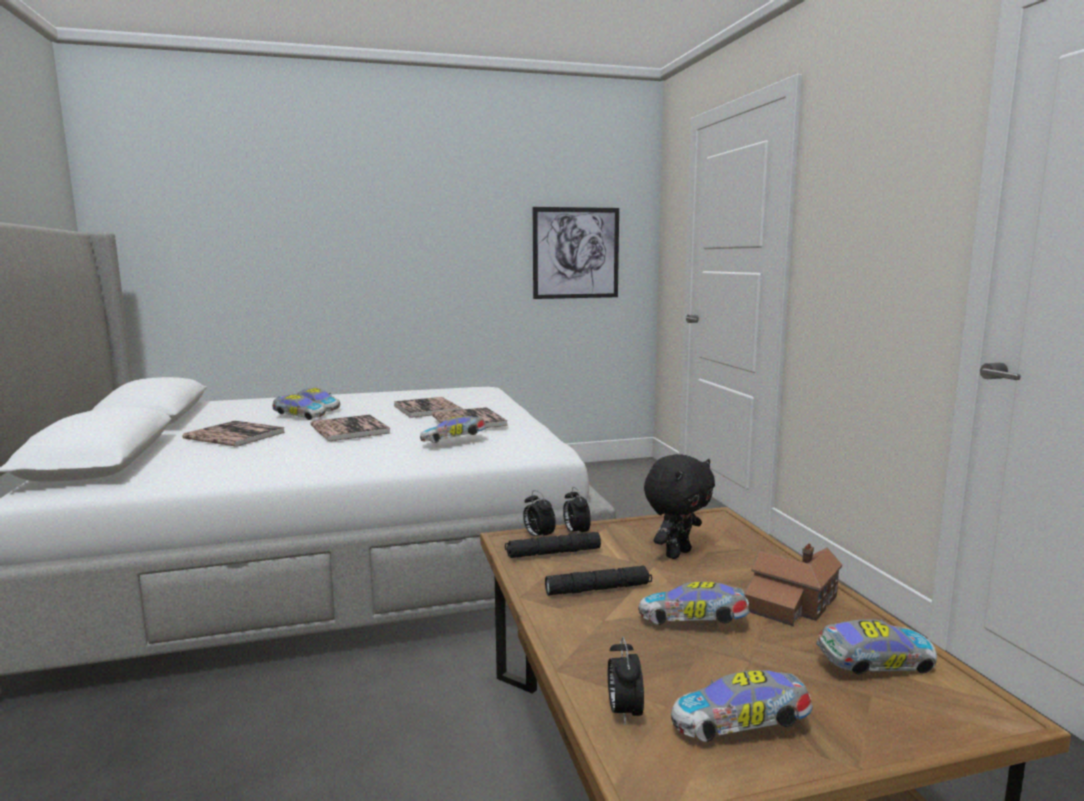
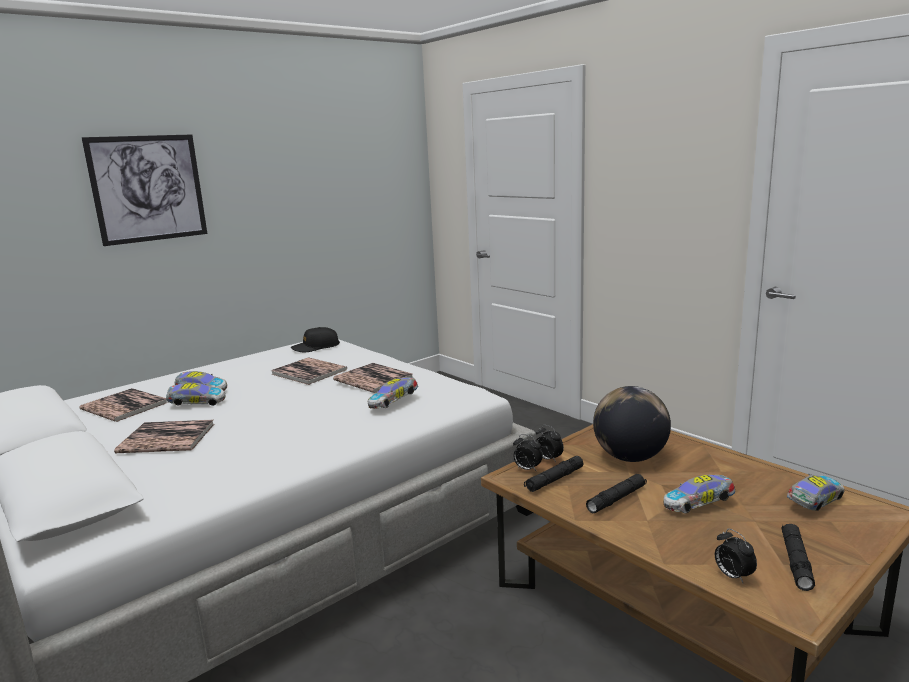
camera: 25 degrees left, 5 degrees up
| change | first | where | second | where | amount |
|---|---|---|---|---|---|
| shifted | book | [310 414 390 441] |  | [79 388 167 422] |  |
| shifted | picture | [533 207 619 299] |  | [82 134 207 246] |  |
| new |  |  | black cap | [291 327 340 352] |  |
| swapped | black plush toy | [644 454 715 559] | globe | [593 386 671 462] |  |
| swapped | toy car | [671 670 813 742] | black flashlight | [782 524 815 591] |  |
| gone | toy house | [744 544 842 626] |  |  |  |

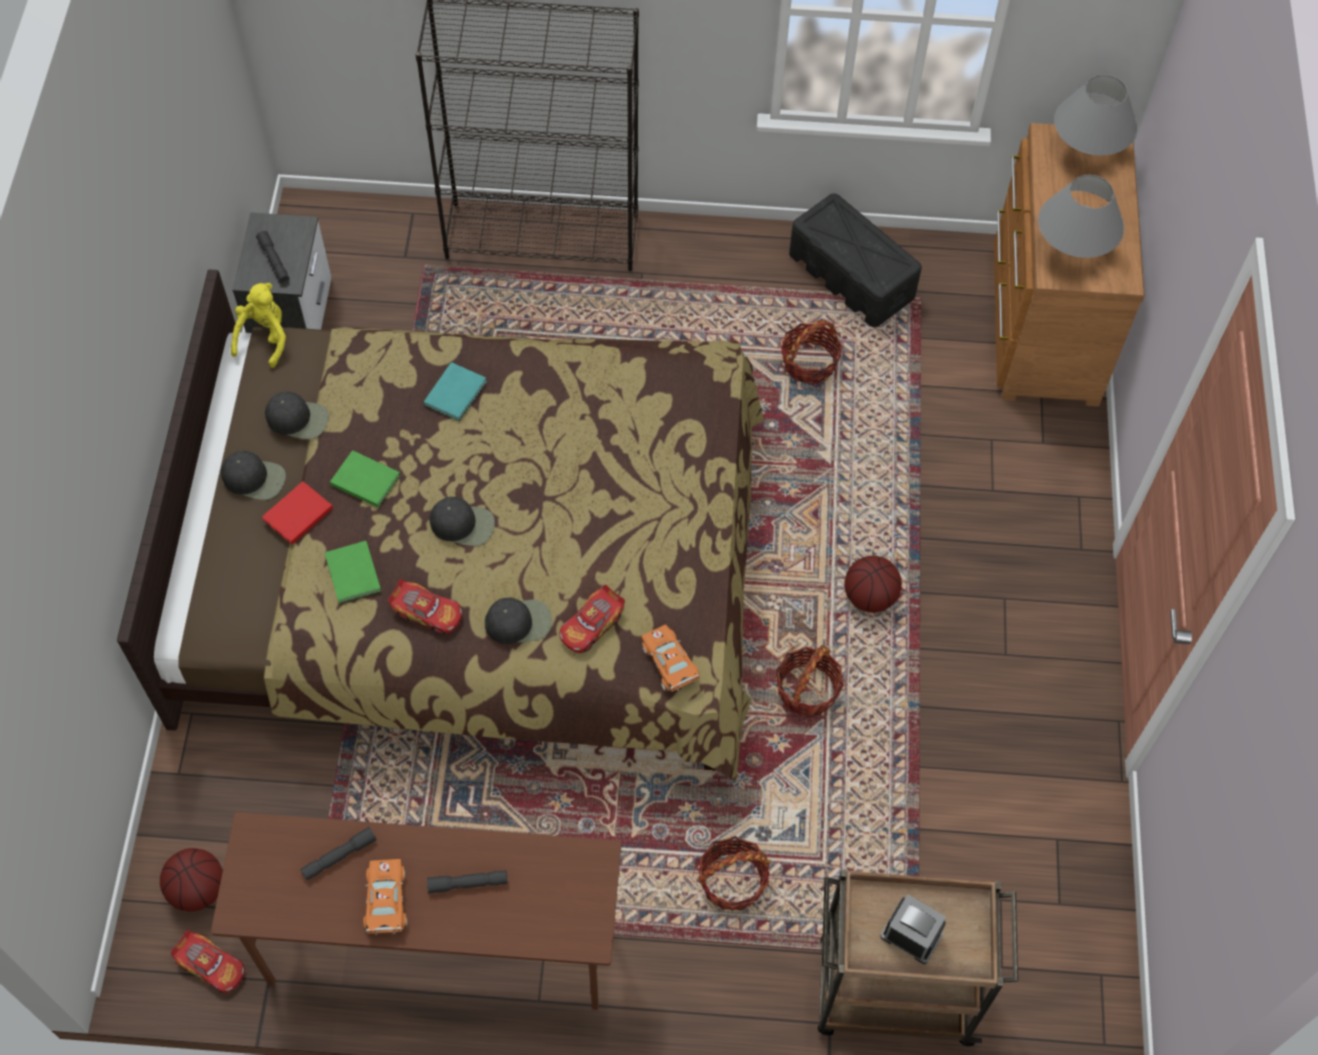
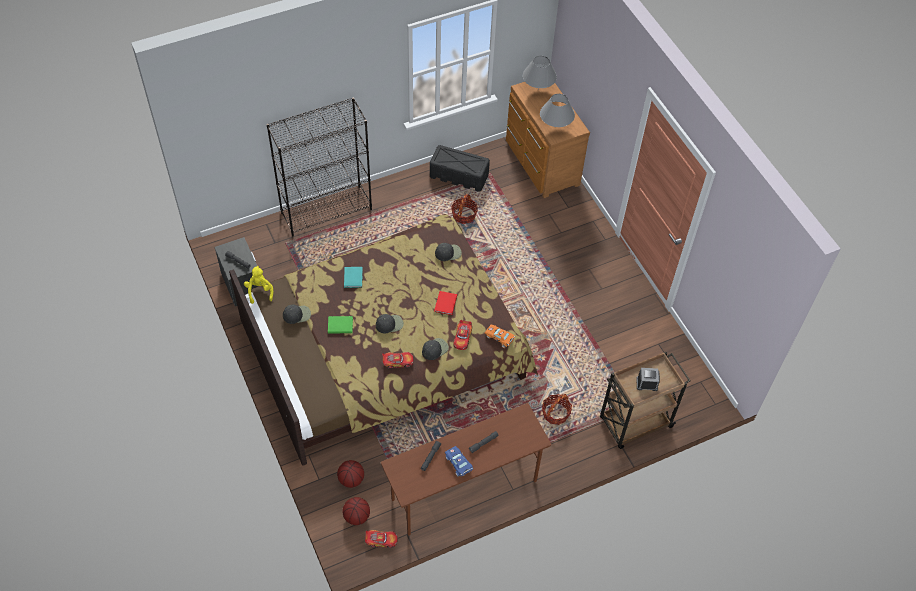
camera: 30 degrees left, 5 degrees down
| change | first | where | second | where | amount |
|---|---|---|---|---|---|
| shifted | basketball | [844 556 902 613] |  | [337 460 364 488] |  |
| shifted | red book | [262 481 333 545] |  | [434 291 457 315] |  |
| shifted | black cap | [221 451 286 500] |  | [435 243 462 261] |  |
| repainted | orange toy car | [363 859 407 935] | blue toy car | [445 446 473 477] |  |
| gone | green book | [324 541 381 604] |  |  |  |
| gone | basket | [776 645 844 716] |  |  |  |

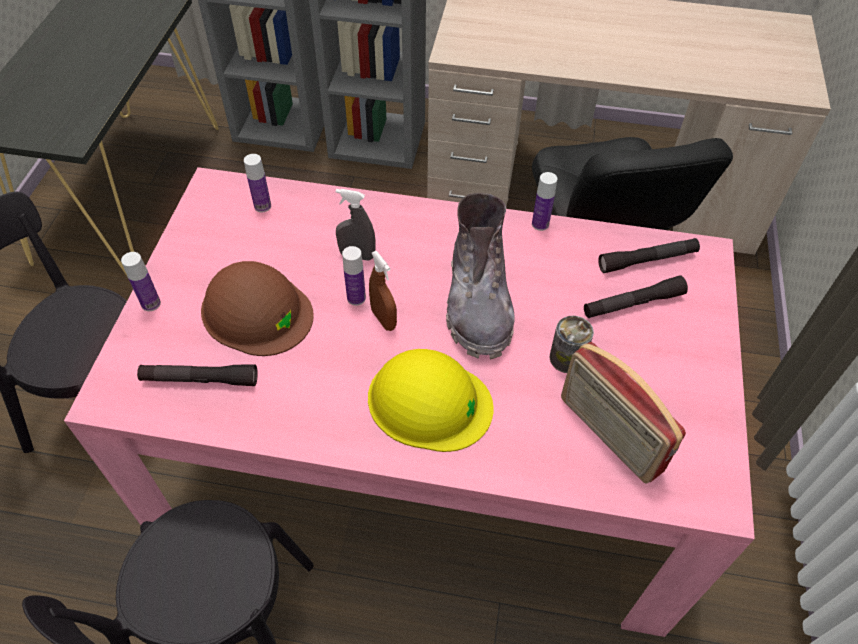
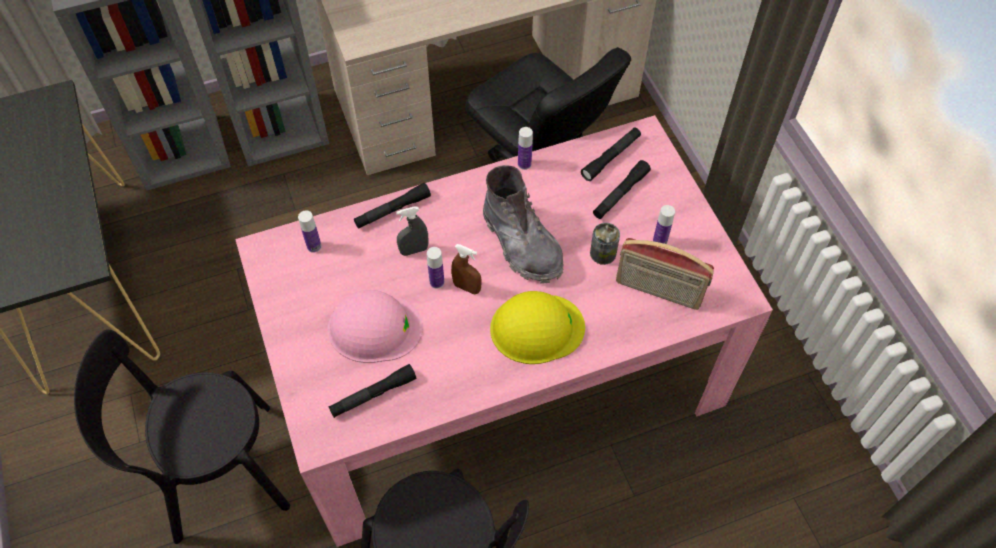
camera: 30 degrees left, 5 degrees up
| change | first | where | second | where | amount |
|---|---|---|---|---|---|
| repainted | brown hard hat | [201 261 314 356] | pink hard hat | [328 290 423 363] |  |
| new |  |  | black flashlight | [354 183 431 229] |  |
| shifted | bottle | [121 252 161 311] |  | [653 205 675 244] |  |

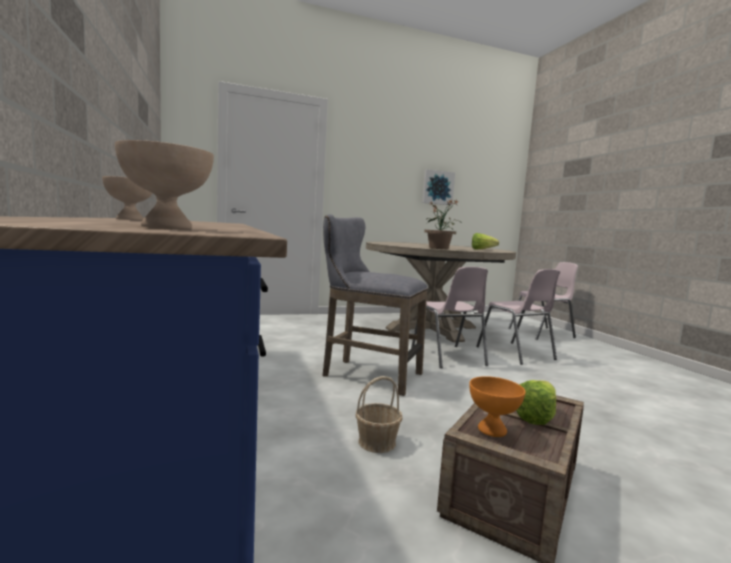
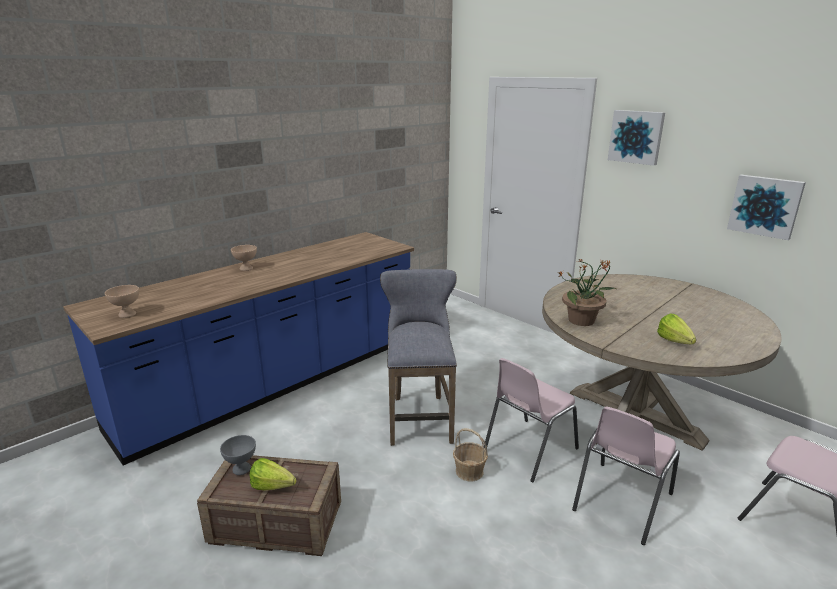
camera: 65 degrees right, 15 degrees up
| change | first | where | second | where | amount |
|---|---|---|---|---|---|
| repainted | orange bowl | [469 376 525 437] | grey bowl | [220 435 256 475] |  |
| shifted | basket | [355 376 403 453] |  | [453 428 488 481] |  |
| new |  |  | picture | [608 110 665 166] |  |

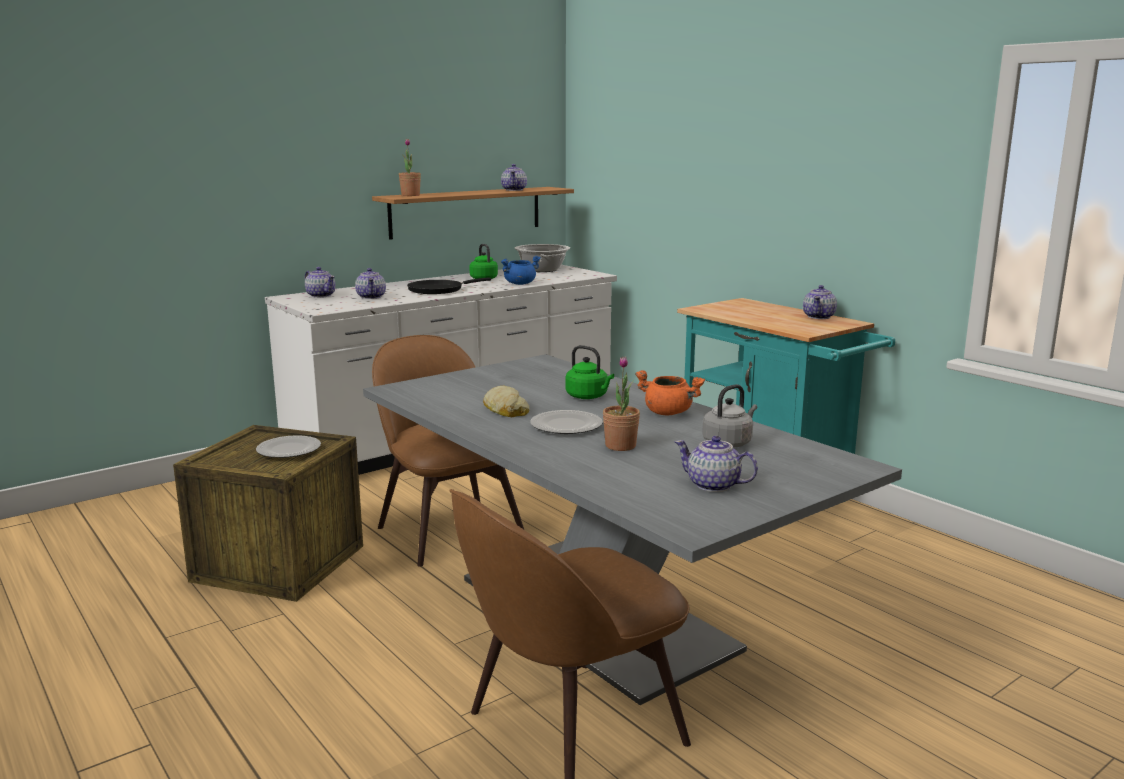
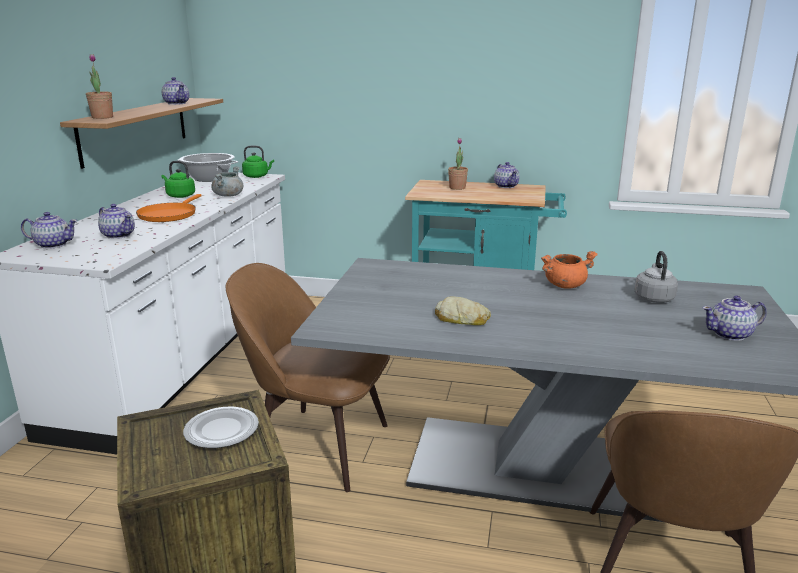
camera: 40 degrees left, 5 degrees up
| change | first | where | second | where | amount |
|---|---|---|---|---|---|
| repainted | black frying pan | [407 277 491 294] | orange frying pan | [136 194 202 222] |  |
| repainted | blue cooking pot | [501 256 541 285] | grey cooking pot | [211 166 243 197] |  |
| shifted | green kettle | [565 345 614 399] |  | [242 146 274 178] |  |
| shifted | potted plant | [603 356 640 451] |  | [448 138 468 190] |  |
| gone | plate | [530 410 603 434] |  |  |  |

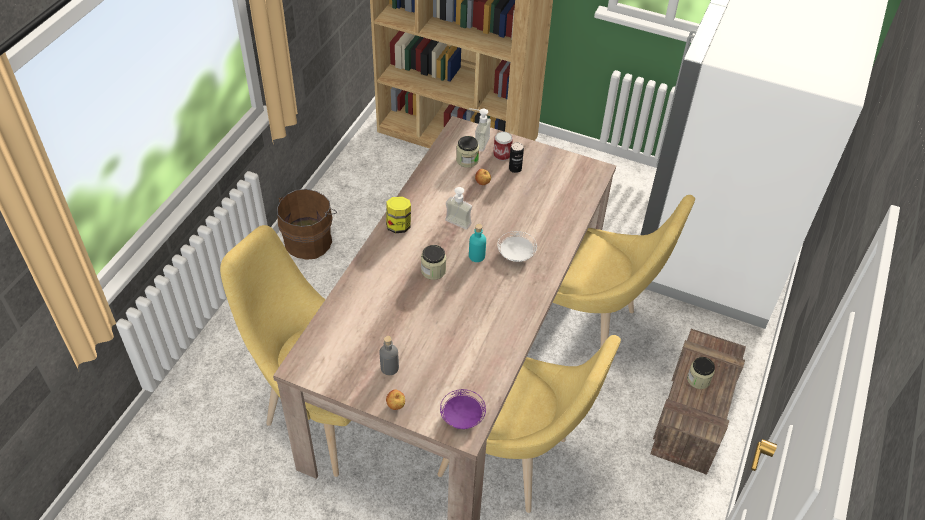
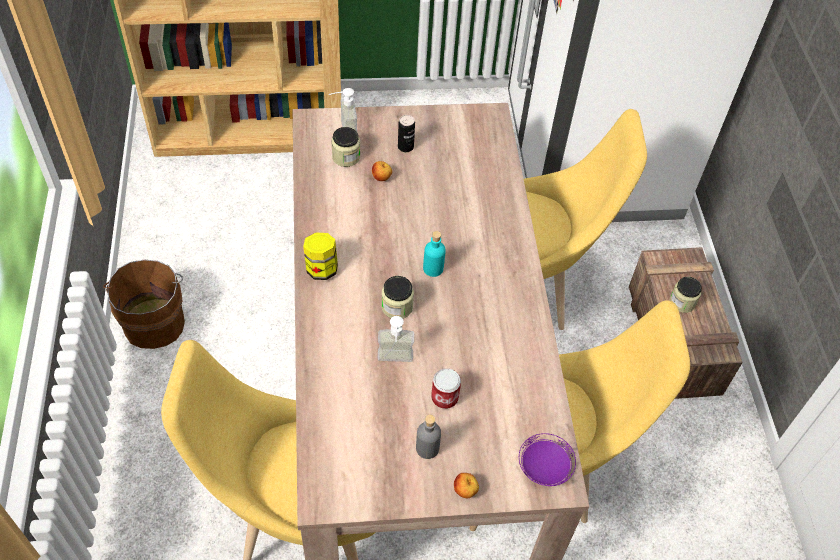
camera: 30 degrees left, 5 degrees up
| change | first | where | second | where | amount |
|---|---|---|---|---|---|
| shifted | soap dispenser | [445 187 472 230] |  | [378 316 414 362] |  |
| shifted | can | [493 132 513 161] |  | [431 368 461 409] |  |
| gone | white plate | [497 231 537 262] |  |  |  |

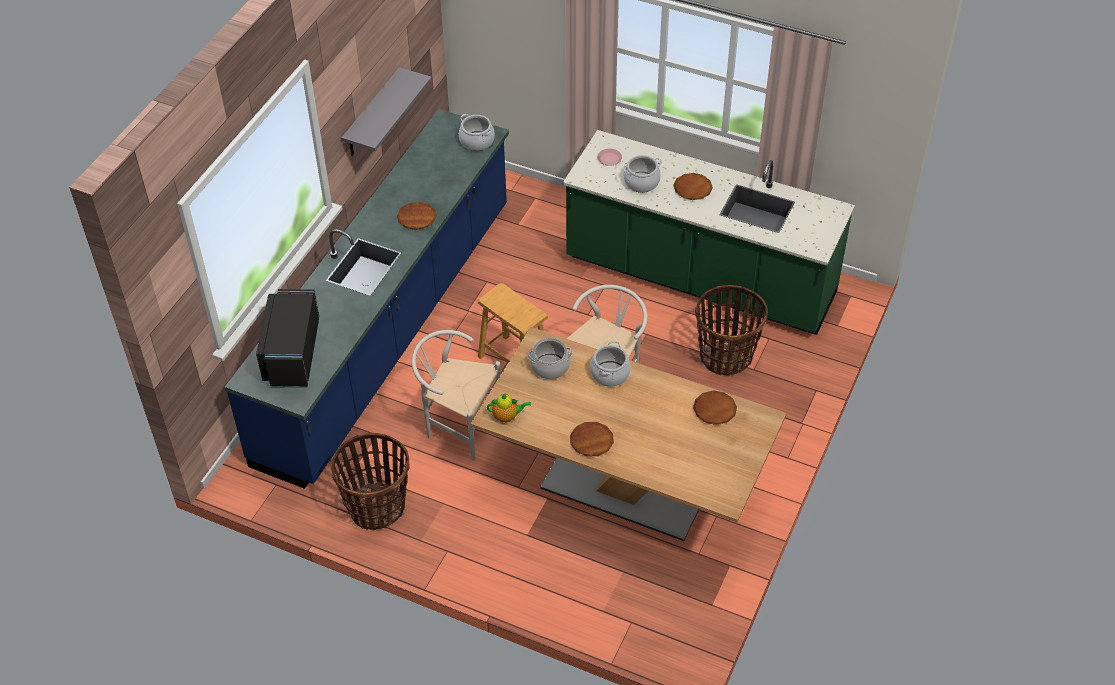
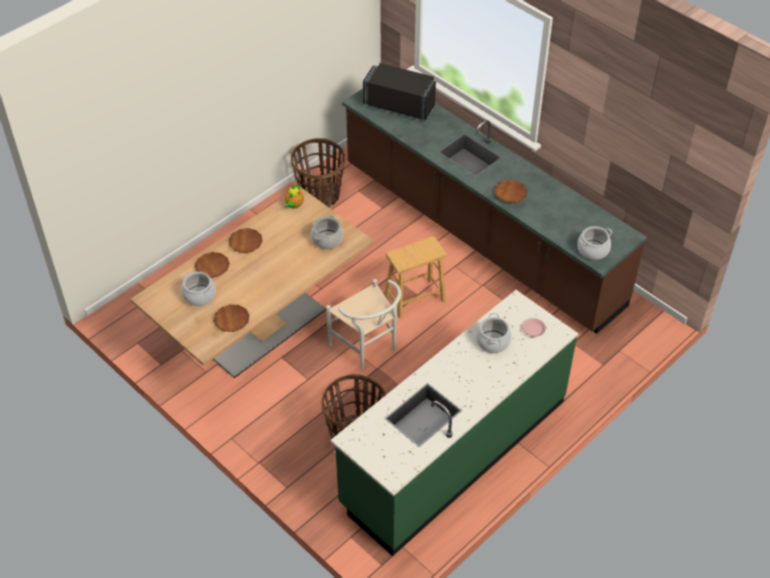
camera: 110 degrees right, 0 degrees up
| change | first | where | second | where | amount |
|---|---|---|---|---|---|
| shifted | cooking pot | [590 341 631 387] |  | [181 272 215 306] |  |
| shifted | brown plate | [673 173 713 200] |  | [195 252 230 278] |  |
| repainted | blue counter | [225 109 509 489] | brown counter | [342 89 647 334] |  |
| gone | grey shelf | [341 67 432 156] |  |  |  |
| gone | white chair | [412 330 501 461] |  |  |  |

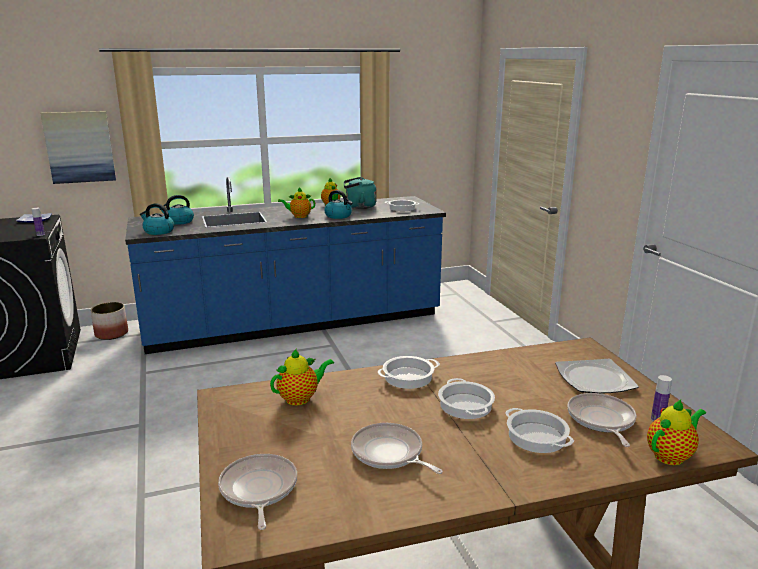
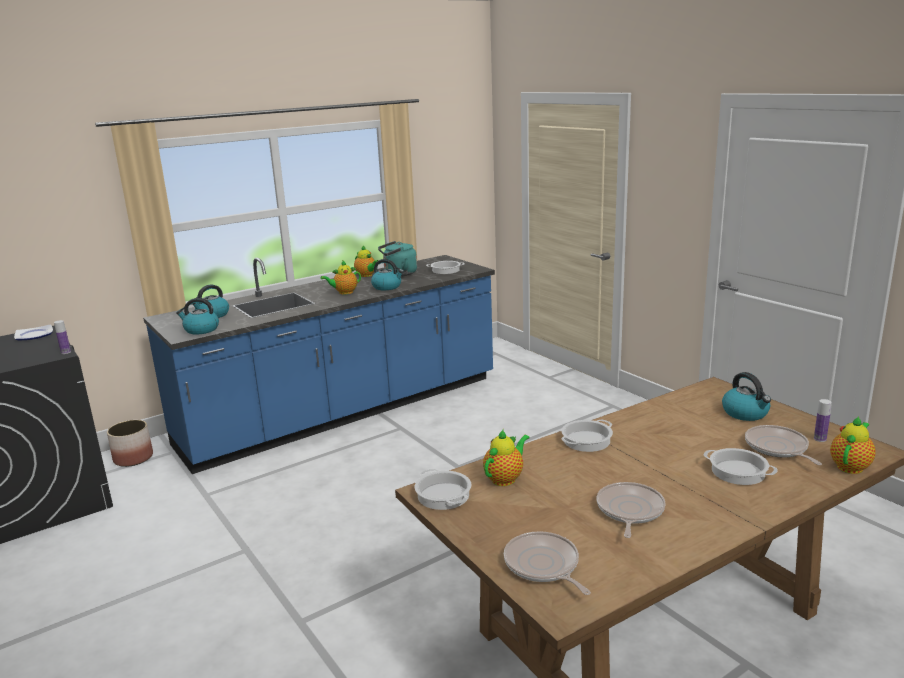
camera: 15 degrees left, 0 degrees up
| change | first | where | second | where | amount |
|---|---|---|---|---|---|
| shifted | cooking pot | [438 378 495 419] |  | [415 469 471 510] |  |
| rotated | frying pan | [351 423 443 474] |  | [597 482 665 538] | 75 degrees clockwise |
| swapped | plate | [555 359 639 394] | kettle | [722 372 771 421] |  |
| gone | picture | [40 111 116 184] |  |  |  |

